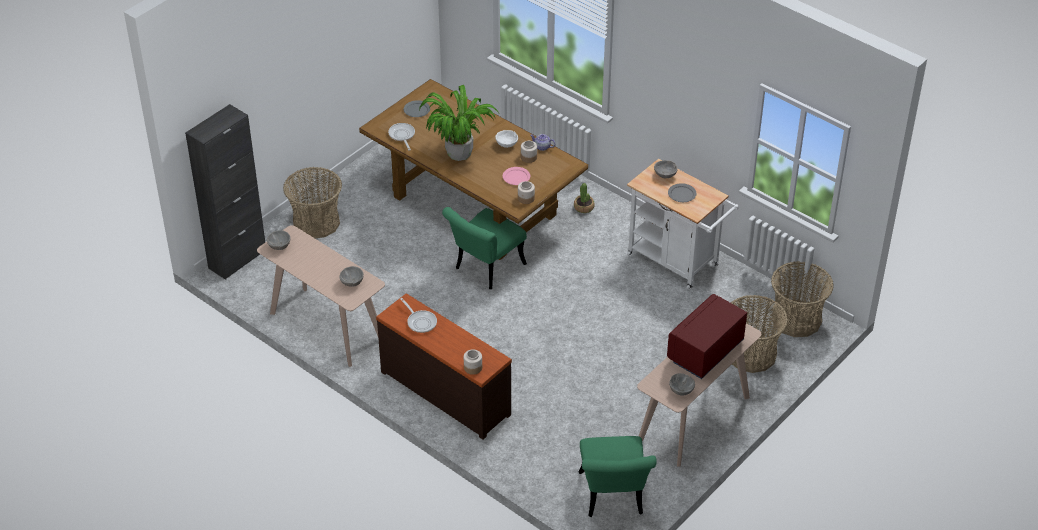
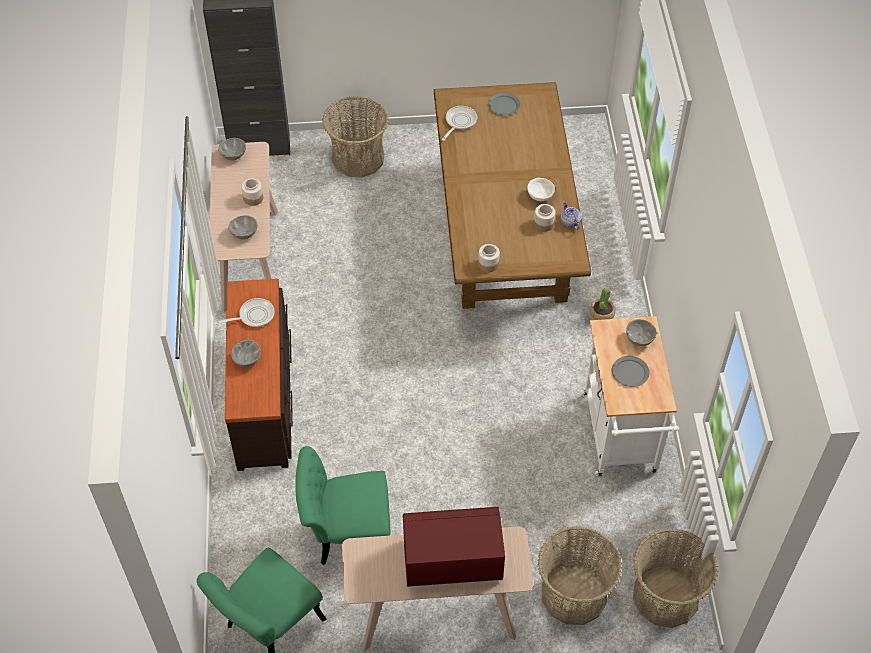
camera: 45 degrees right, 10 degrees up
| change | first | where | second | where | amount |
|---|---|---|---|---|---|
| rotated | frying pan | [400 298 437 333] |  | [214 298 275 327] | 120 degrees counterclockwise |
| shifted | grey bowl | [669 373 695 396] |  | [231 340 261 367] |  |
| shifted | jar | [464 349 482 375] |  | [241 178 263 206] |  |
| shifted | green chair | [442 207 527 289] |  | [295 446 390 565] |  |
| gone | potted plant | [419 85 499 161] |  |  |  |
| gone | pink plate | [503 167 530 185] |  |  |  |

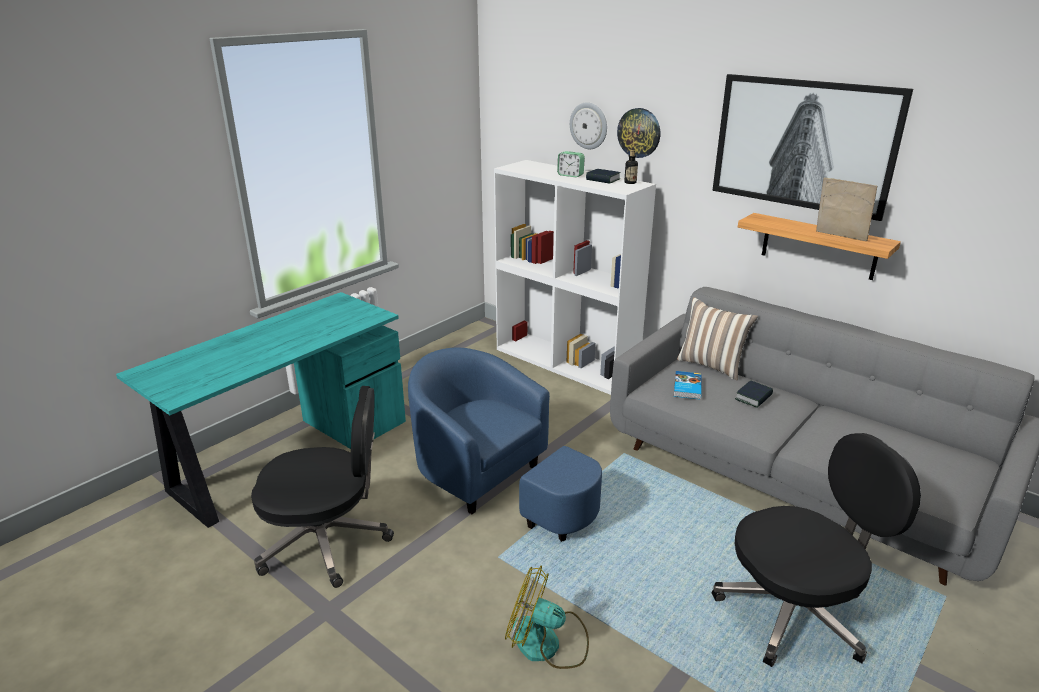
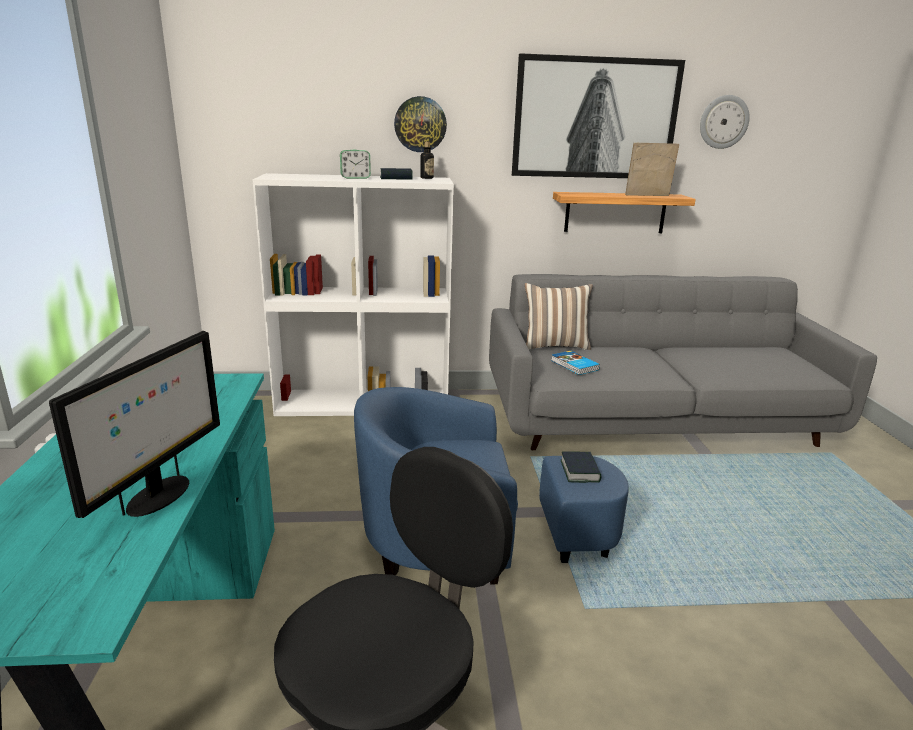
camera: 45 degrees left, 5 degrees down
| change | first | where | second | where | amount |
|---|---|---|---|---|---|
| new |  |  | monitor | [49 331 220 518] |  |
| shifted | book | [735 381 773 408] |  | [561 451 601 483] |  |
| shifted | wall clock | [570 102 607 149] |  | [700 95 750 149] |  |
| gone | fan | [505 566 589 669] |  |  |  |
| gone | black office chair | [712 433 921 667] |  |  |  |

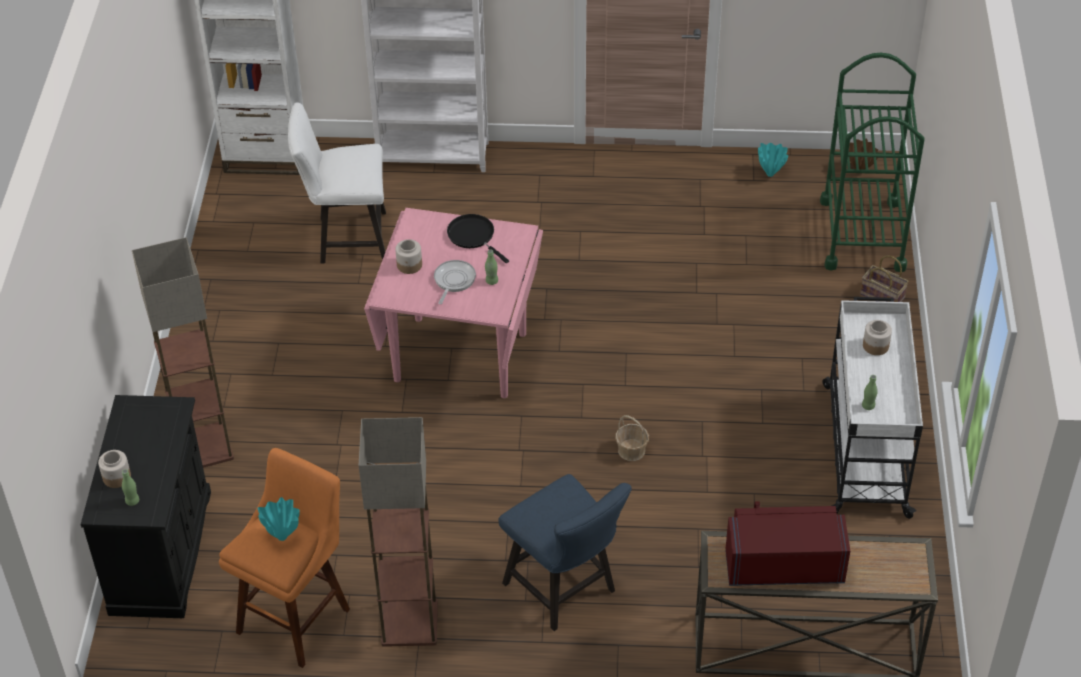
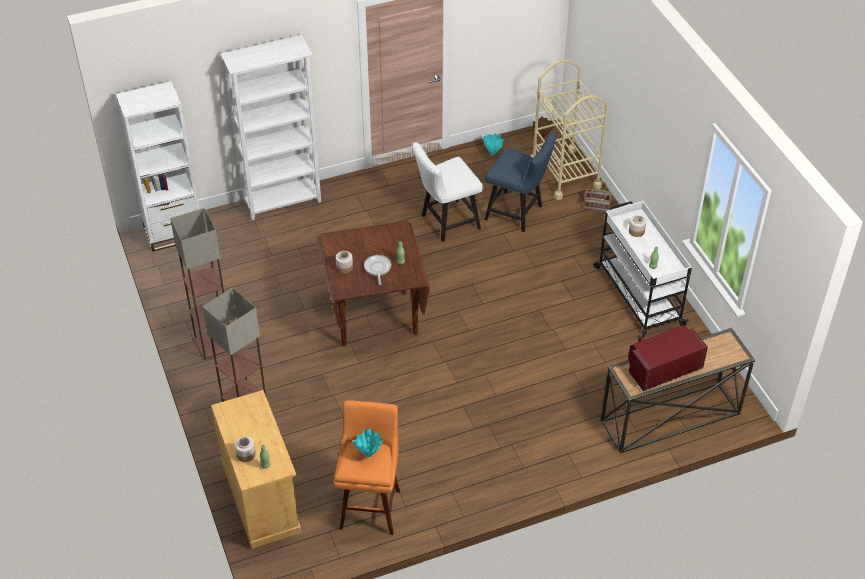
camera: 25 degrees left, 0 degrees up
| change | first | where | second | where | amount |
|---|---|---|---|---|---|
| shifted | floor lamp | [358 417 438 647] |  | [170 208 229 360] |  |
| repainted | black cabinet | [81 395 211 618] | beige cabinet | [211 390 301 549] |  |
| repainted | pink dining table | [364 208 543 398] | brown dining table | [317 221 430 346] |  |
| shifted | white chair | [288 102 386 263] |  | [413 142 483 242] |  |
| shifted | blue chair | [498 474 632 631] |  | [484 133 557 232] |  |
| repainted | green cart | [820 53 925 272] | beige cart | [531 59 609 200] |  |
| gone | black frying pan | [447 214 509 263] |  |  |  |
| gone | basket | [615 415 649 461] |  |  |  |

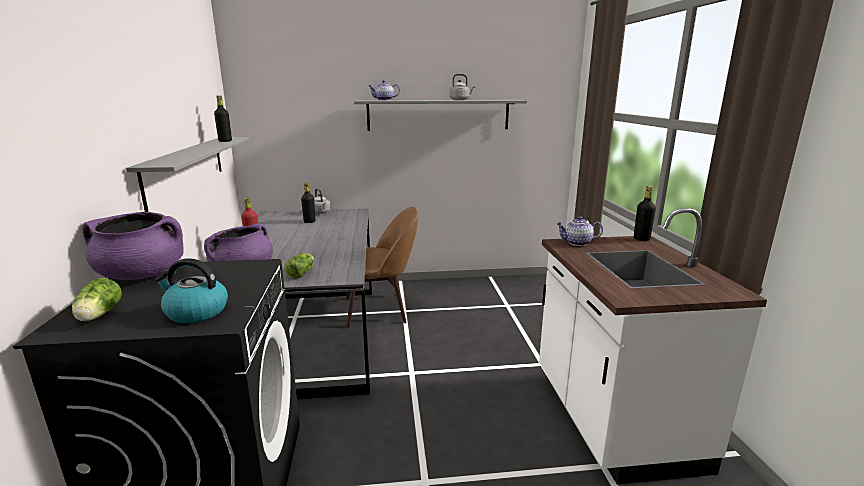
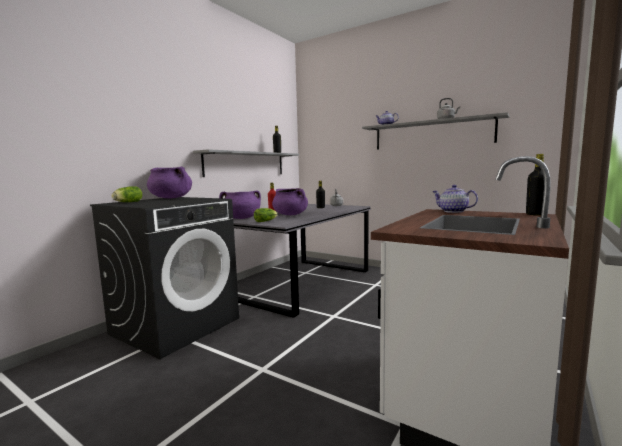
camera: 40 degrees right, 10 degrees down
| change | first | where | second | where | amount |
|---|---|---|---|---|---|
| new |  |  | purple cooking pot | [272 188 308 215] |  |
| gone | kettle | [155 258 228 323] |  |  |  |
| gone | brown chair | [346 207 418 328] |  |  |  |

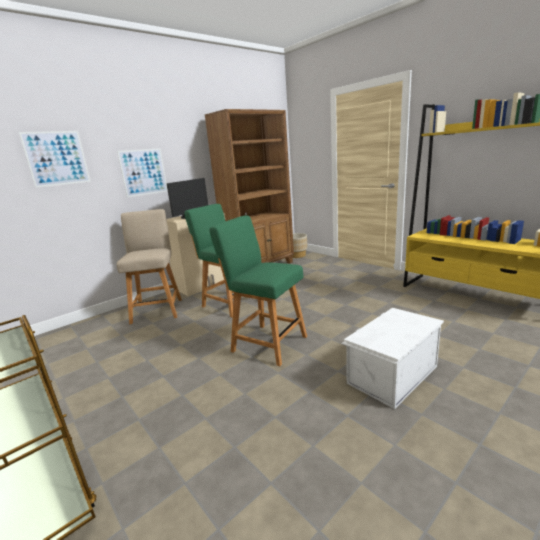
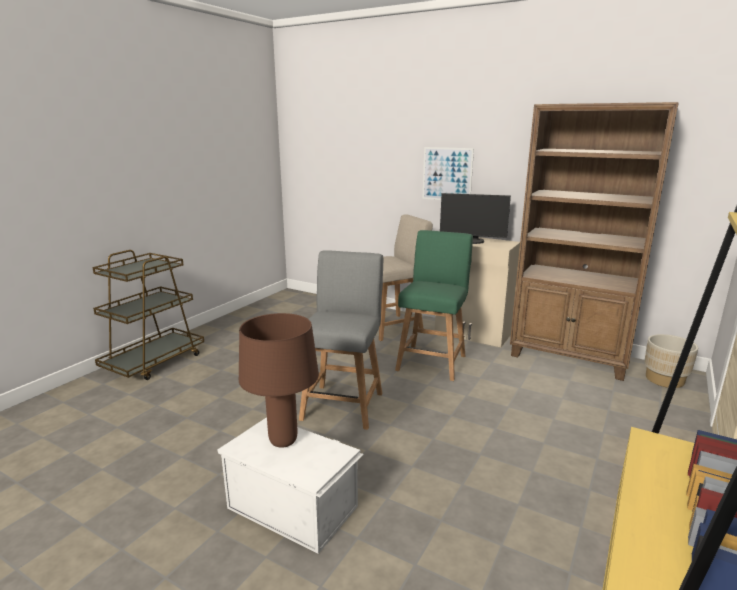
camera: 70 degrees right, 0 degrees up
| change | first | where | second | where | amount |
|---|---|---|---|---|---|
| new |  |  | brown table lamp | [239 313 319 448] |  |
| repainted | green chair | [209 216 307 366] | grey chair | [299 250 384 430] |  |
| gone | picture | [19 131 91 188] |  |  |  |

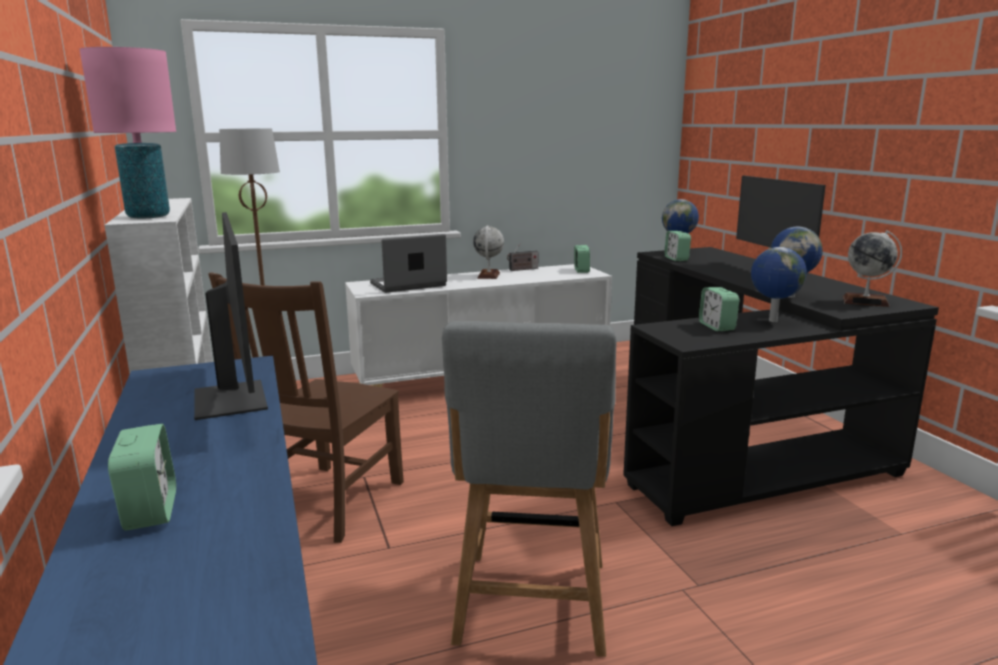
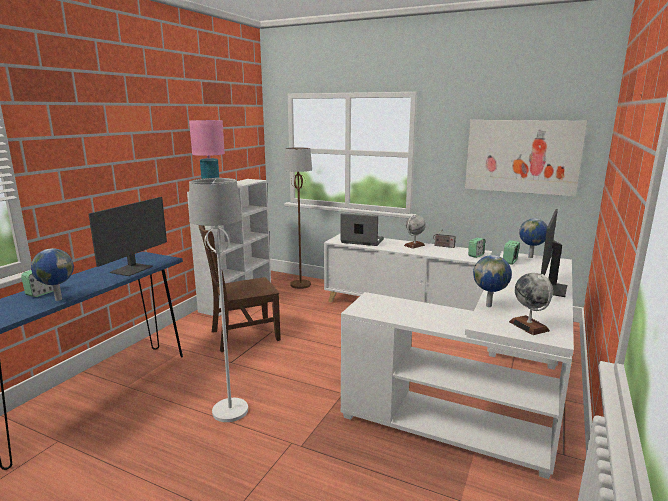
camera: 45 degrees right, 0 degrees up
| change | first | where | second | where | amount |
|---|---|---|---|---|---|
| shifted | globe | [751 247 807 322] |  | [31 248 74 301] |  |
| swapped | grey chair | [442 321 617 657] | white floor lamp | [189 178 248 422] |  |
| repainted | black desk | [623 247 939 526] | white desk | [341 251 574 479] |  |
| new |  |  | picture | [465 120 587 196] |  |
| gone | alarm clock | [699 287 739 331] |  |  |  |

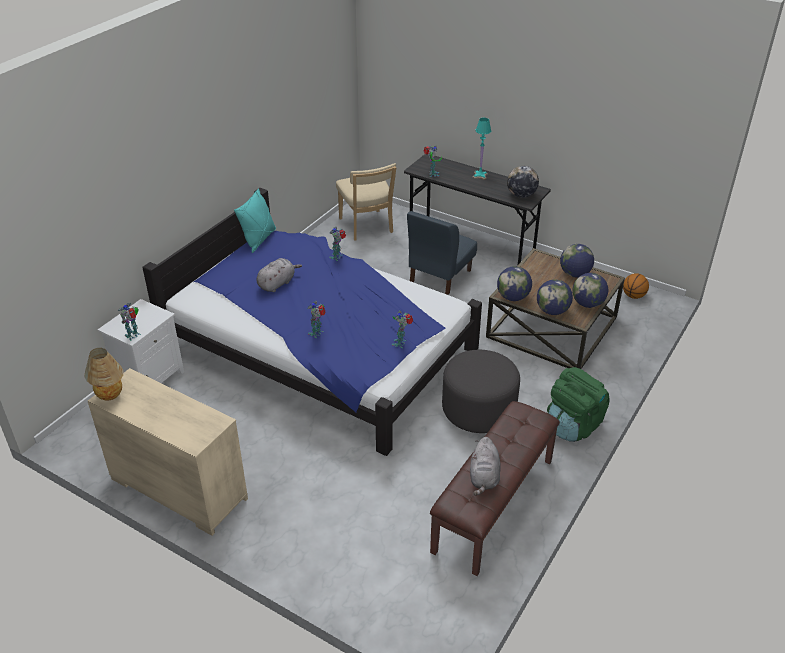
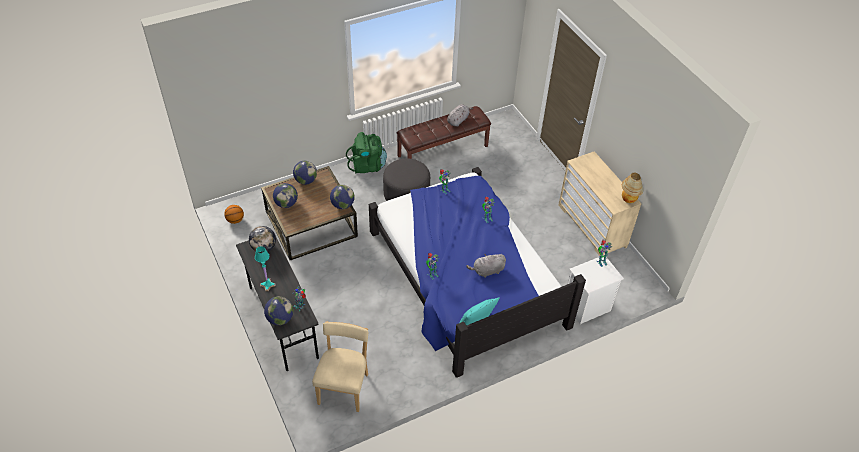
camera: 150 degrees left, 10 degrees up
| change | first | where | second | where | amount |
|---|---|---|---|---|---|
| shifted | globe | [537 279 573 315] |  | [264 296 293 325] |  |
| gone | blue chair | [407 211 477 295] |  |  |  |

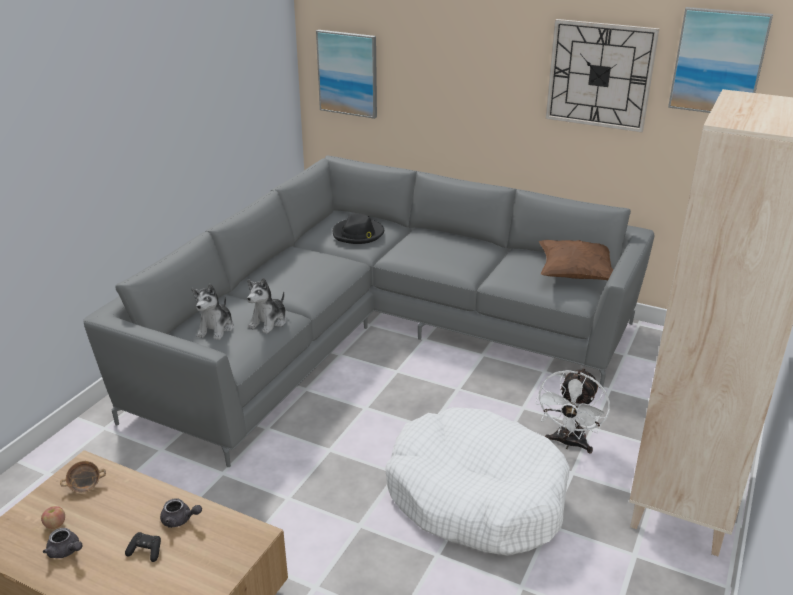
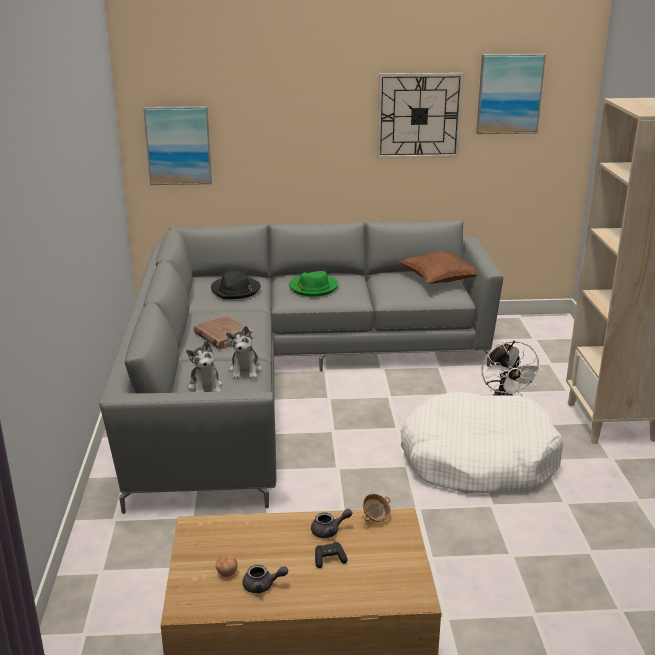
camera: 30 degrees left, 5 degrees down
| change | first | where | second | where | amount |
|---|---|---|---|---|---|
| new |  |  | brown book | [194 316 253 349] |  |
| new |  |  | green hat | [289 271 338 296] |  |
| shifted | bowl | [60 461 106 493] |  | [362 494 391 522] |  |

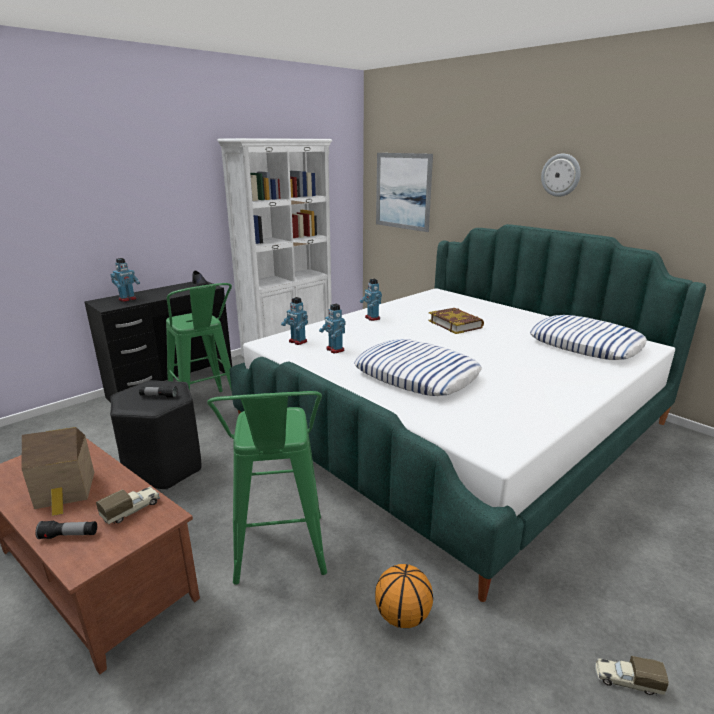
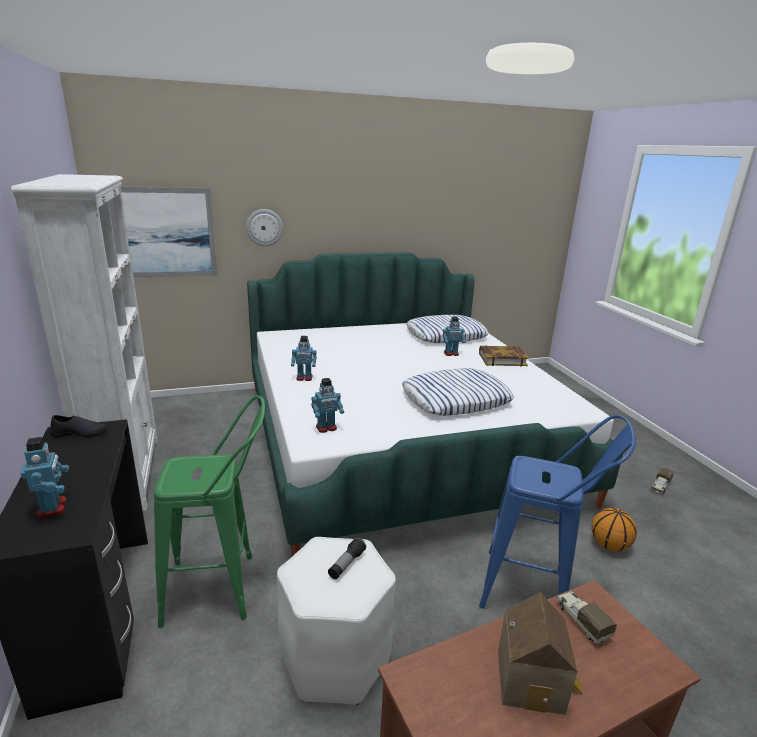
camera: 65 degrees left, 0 degrees up
| change | first | where | second | where | amount |
|---|---|---|---|---|---|
| shifted | wall clock | [541 154 581 197] |  | [246 209 283 246] |  |
| repainted | black stool | [110 380 201 490] | white stool | [277 537 396 705] |  |
| shifted | toy robot | [319 304 345 354] |  | [443 317 465 356] |  |
| shifted | book | [429 308 484 334] |  | [479 345 529 366] |  |
| repainted | green stool | [207 391 327 585] | blue stool | [479 415 636 609] |  |
| gone | flashlight | [35 521 97 539] |  |  |  |

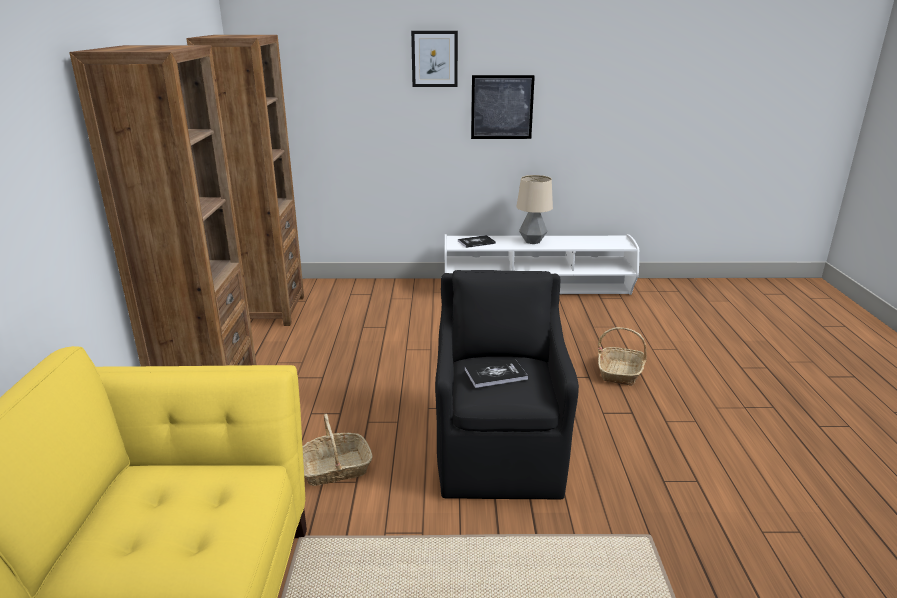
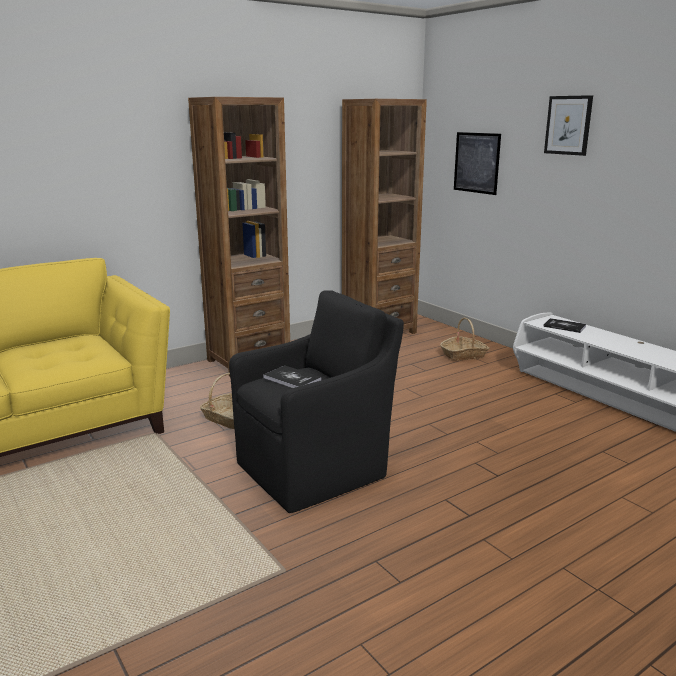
camera: 55 degrees right, 5 degrees down
| change | first | where | second | where | amount |
|---|---|---|---|---|---|
| shifted | basket | [598 327 647 386] |  | [440 318 489 361] |  |
| shifted | picture | [471 75 535 139] |  | [454 132 501 195] |  |
| gone | table lamp | [516 175 553 244] |  |  |  |

